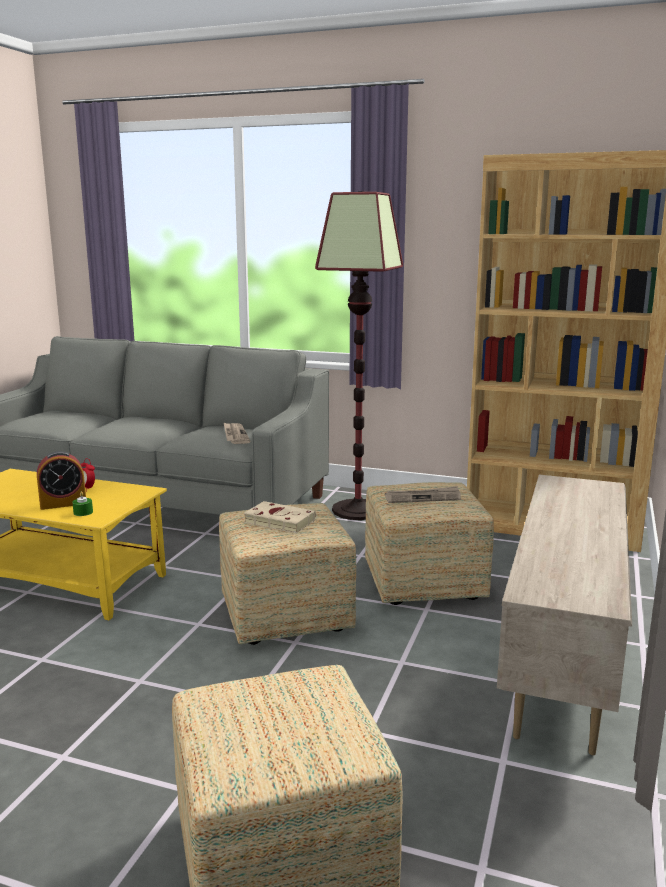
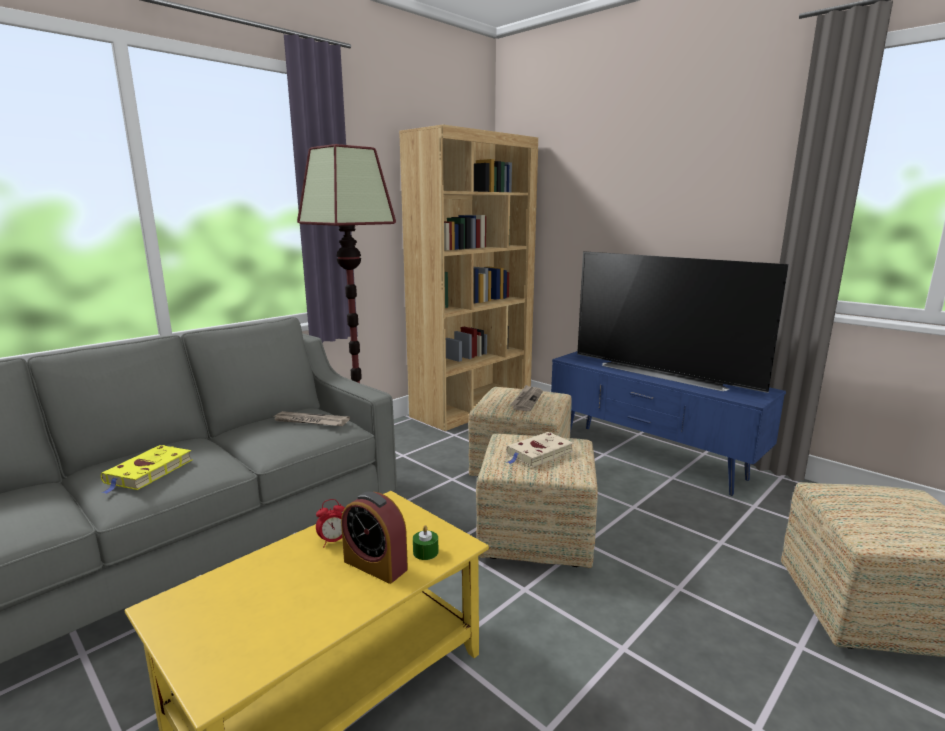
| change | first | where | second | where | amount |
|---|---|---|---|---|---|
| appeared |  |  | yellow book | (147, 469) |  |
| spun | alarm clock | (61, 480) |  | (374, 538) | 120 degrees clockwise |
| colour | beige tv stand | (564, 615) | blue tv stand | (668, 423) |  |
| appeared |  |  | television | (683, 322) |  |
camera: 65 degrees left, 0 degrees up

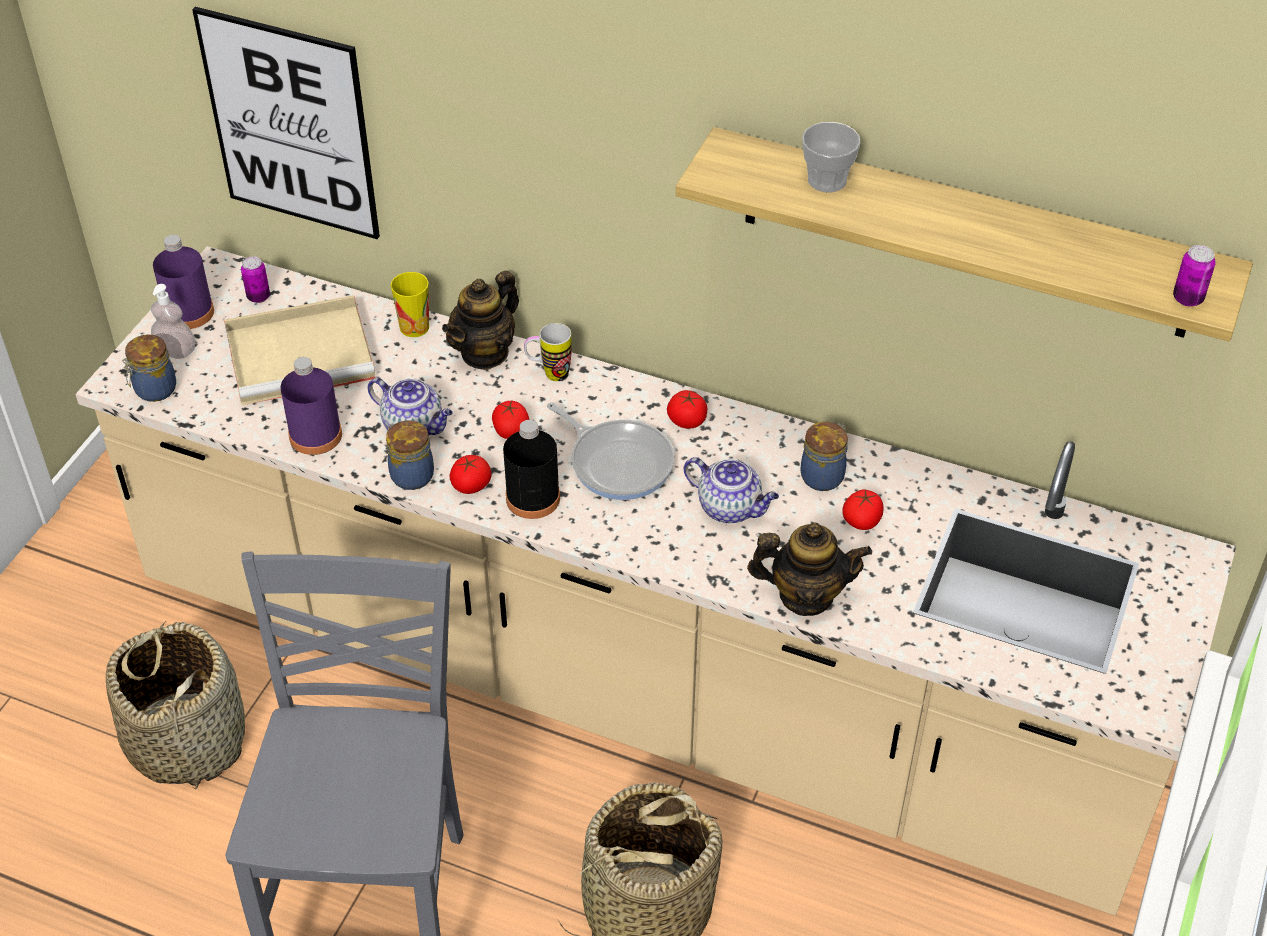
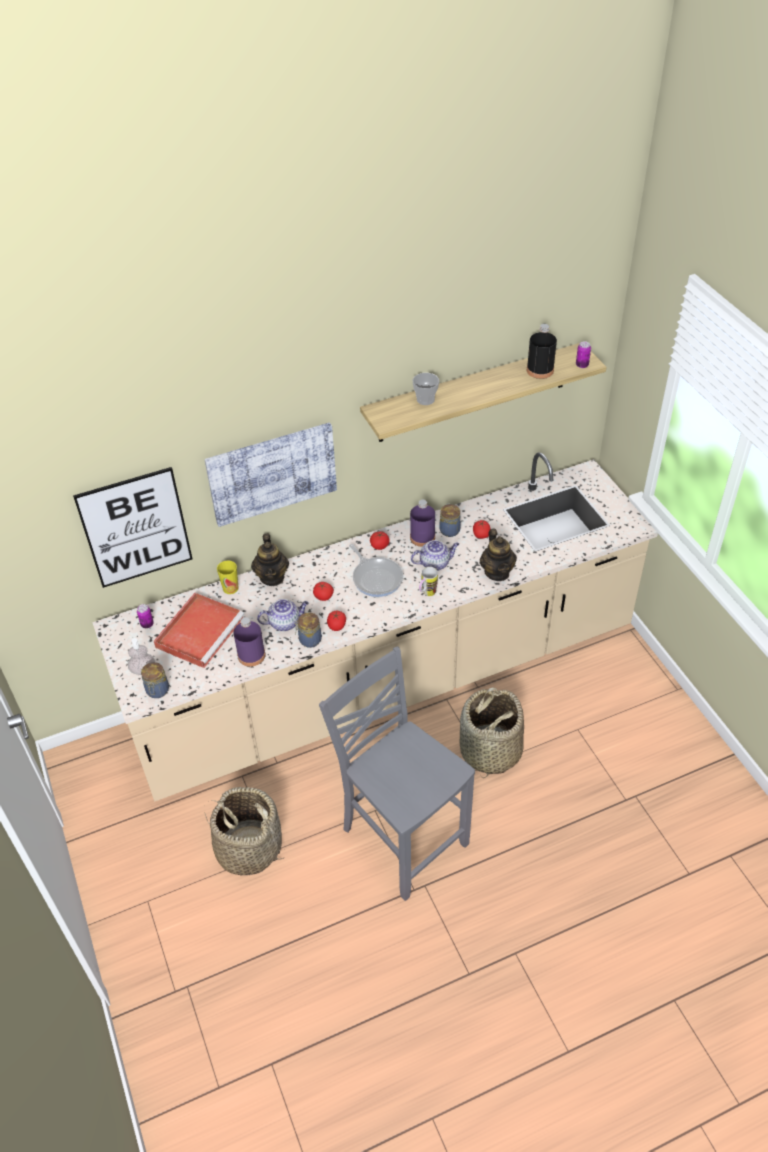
| change | first | where | second | where | amount |
|---|---|---|---|---|---|
| colour | beige tray | (300, 350) | red tray | (199, 630) |  |
| appeared |  |  | picture | (270, 474) |  |
| spun | frying pan | (611, 451) |  | (376, 570) | 60 degrees clockwise |
| relocated | purple bottle | (183, 282) |  | (422, 523) |  |
| relocated | mug | (548, 352) |  | (428, 581) |  |
| spun | teapot | (809, 569) |  | (498, 555) | 120 degrees clockwise |
| relocated | black bottle | (531, 469) |  | (542, 351) |  |
camera: 45 degrees left, 0 degrees up

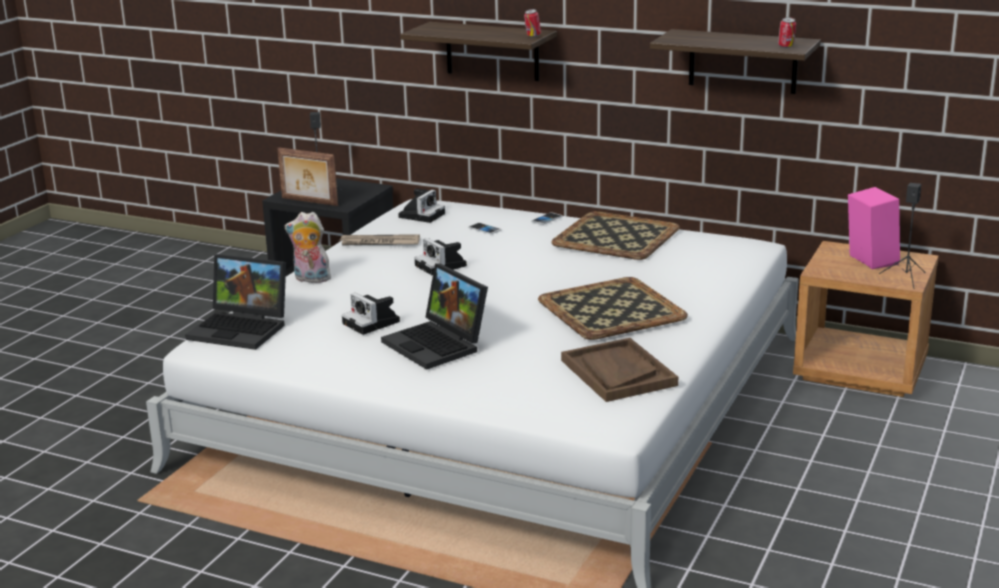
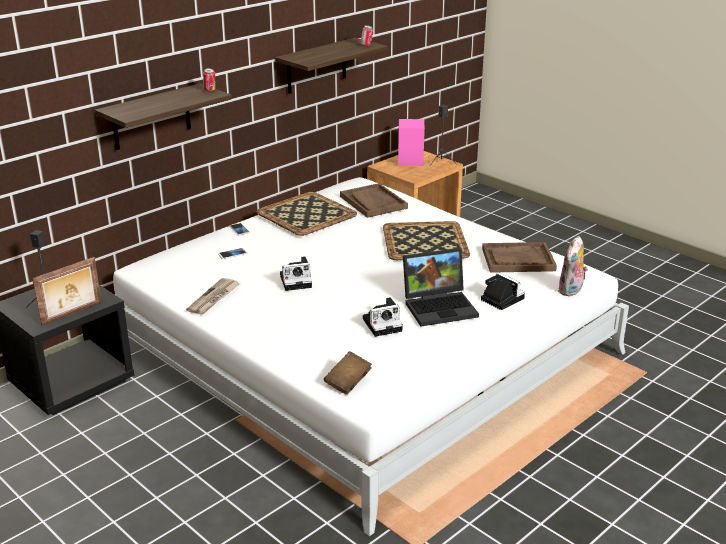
| change | first | where | second | where | amount |
|---|---|---|---|---|---|
| exchanged | laptop | (235, 302) | brown book | (348, 373) |  |
| appeared |  |  | brown tray | (374, 200) |  |
| relocated | photo camera | (421, 206) |  | (503, 291) |  |
| relocated | plush toy | (309, 247) |  | (573, 266) |  |
camera: 70 degrees left, 5 degrees up

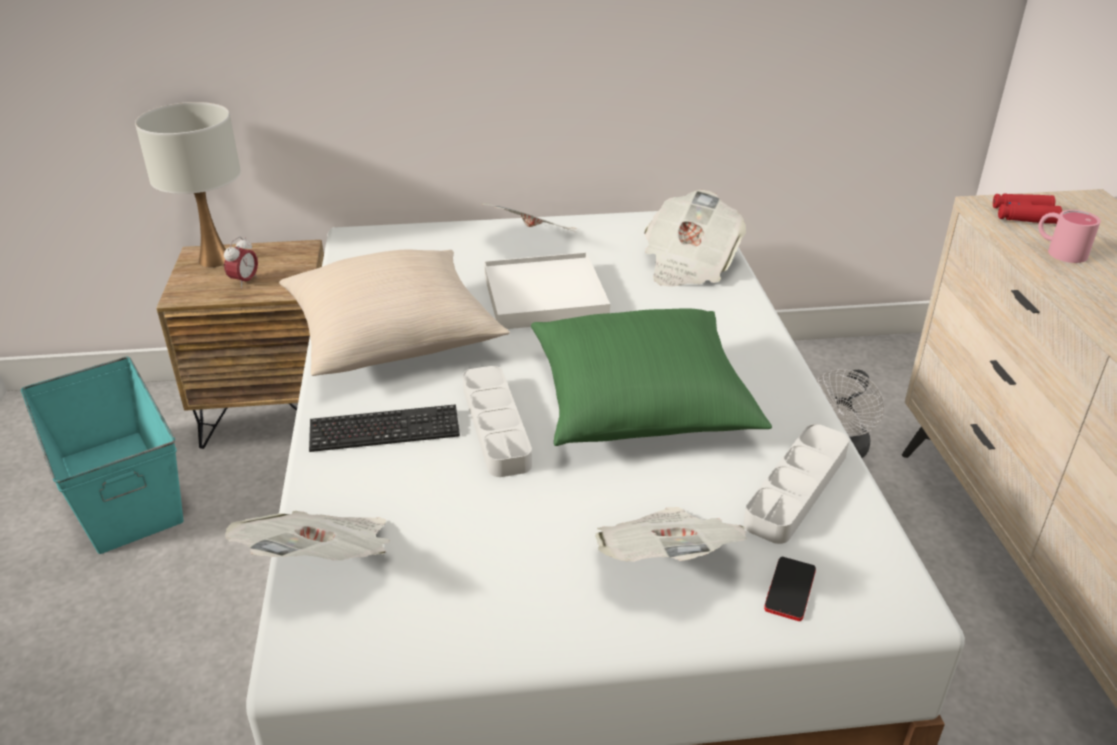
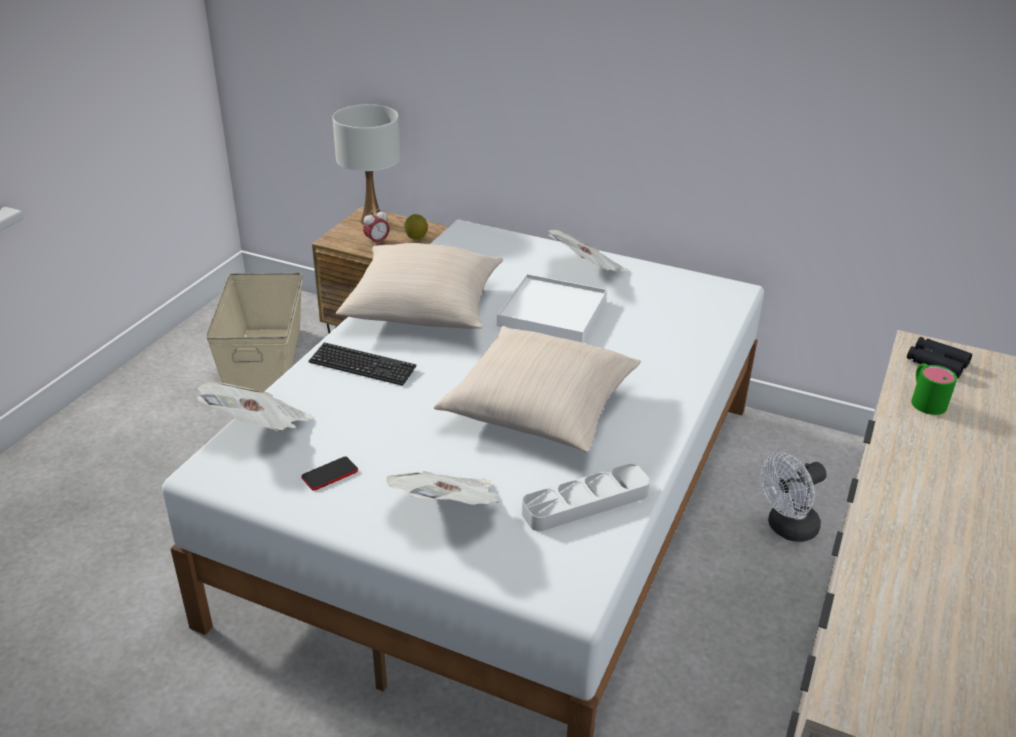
| change | first | where | second | where | amount |
|---|---|---|---|---|---|
| colour | turquoise storage box | (102, 455) | beige storage box | (254, 333) |  |
| relocated | phone | (790, 589) |  | (329, 474) |  |
| appeared |  |  | apple | (416, 226) |  |
| colour | green pillow | (651, 377) | beige pillow | (537, 389) |  |
| colour | red binoculars | (1027, 209) | black binoculars | (939, 358) |  |
| colour | pink mug | (1069, 236) | green mug | (934, 389) |  |
| missing | grey tray | (497, 421) |  |  |  |
| missing | newspaper | (695, 238) |  |  |  |
camera: 30 degrees right, 0 degrees up

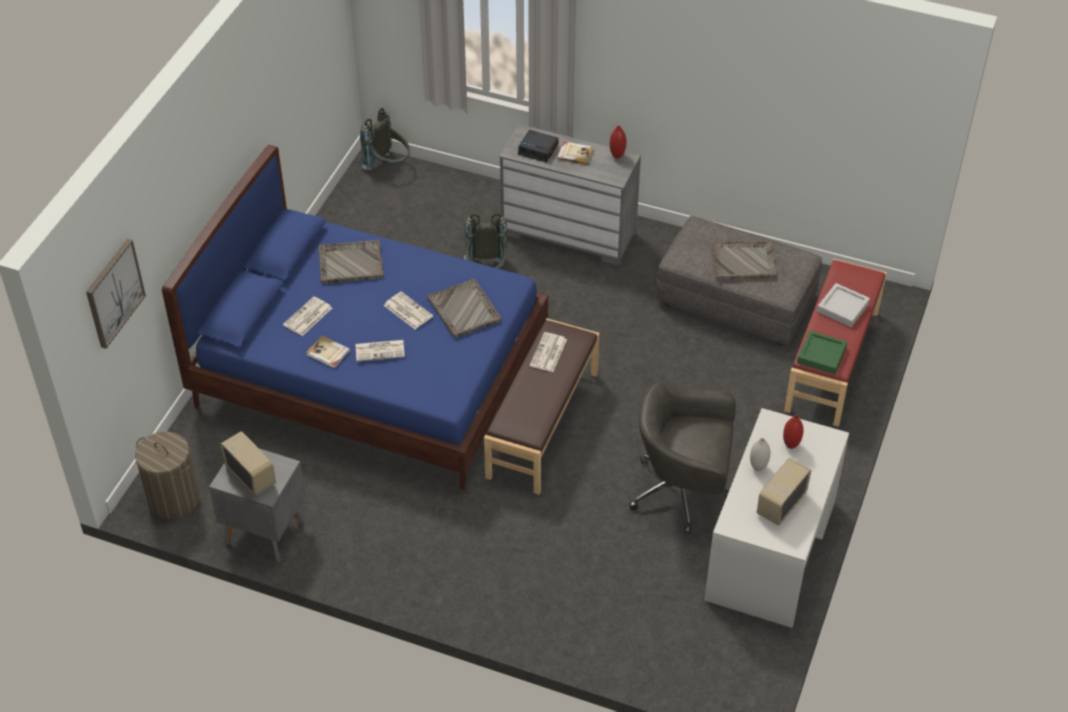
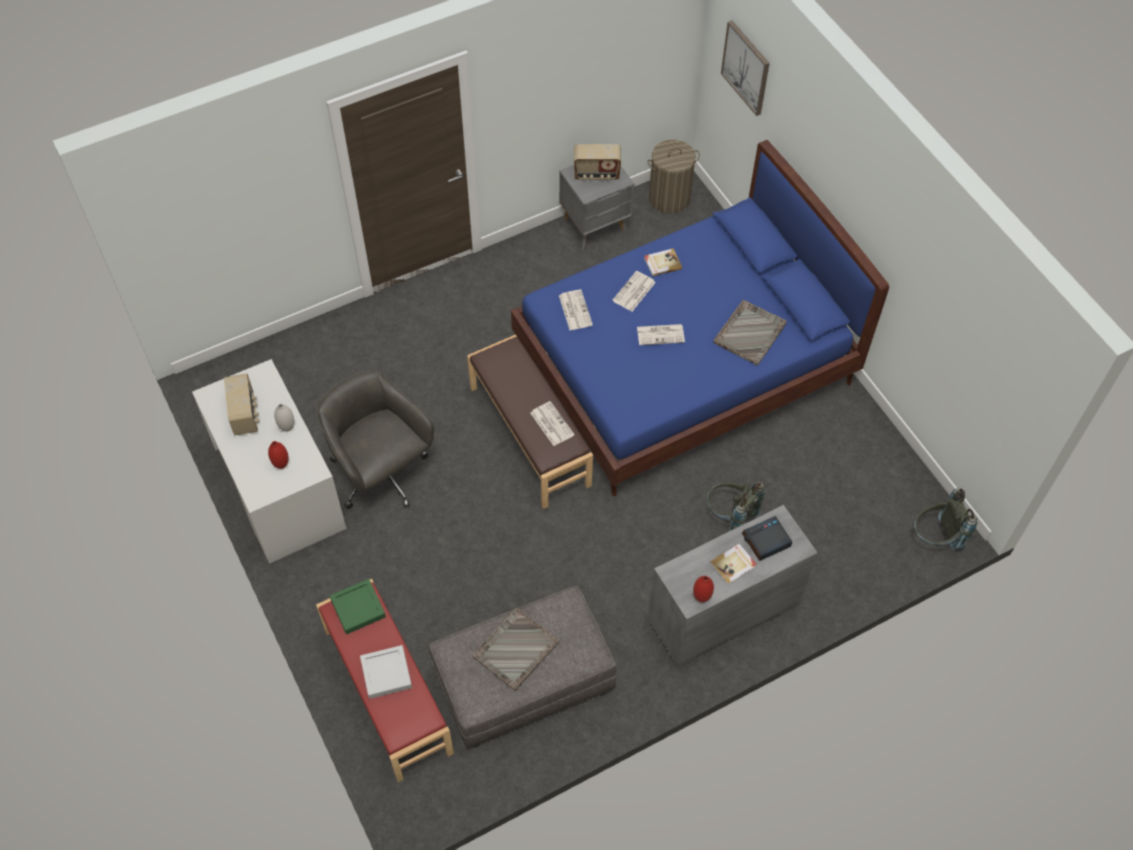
| change | first | where | second | where | amount |
|---|---|---|---|---|---|
| spun | grey office chair | (682, 458) |  | (375, 439) | 90 degrees counterclockwise |
| relocated | newspaper | (307, 316) |  | (576, 310) |  |
| missing | grey tray | (464, 308) |  |  |  |
camera: 130 degrees right, 10 degrees up

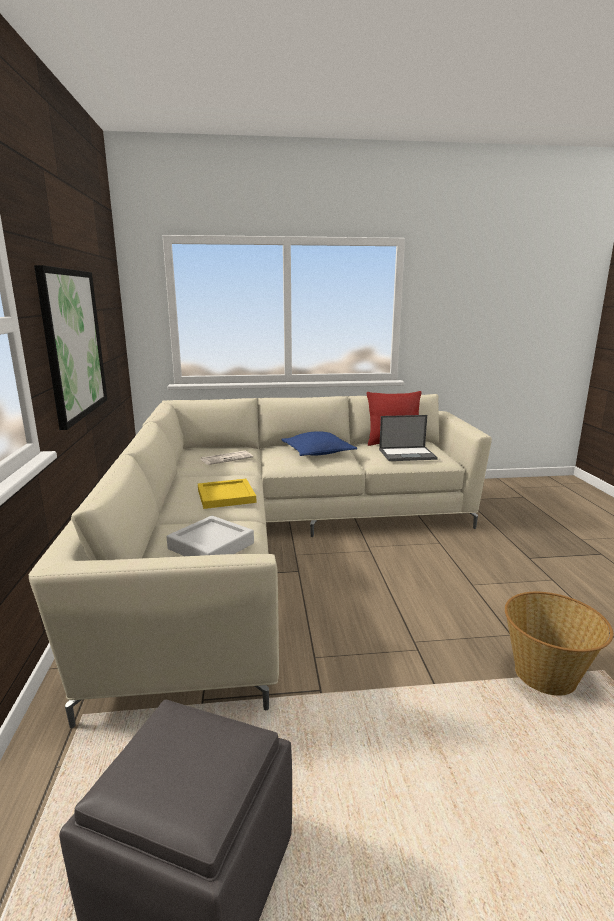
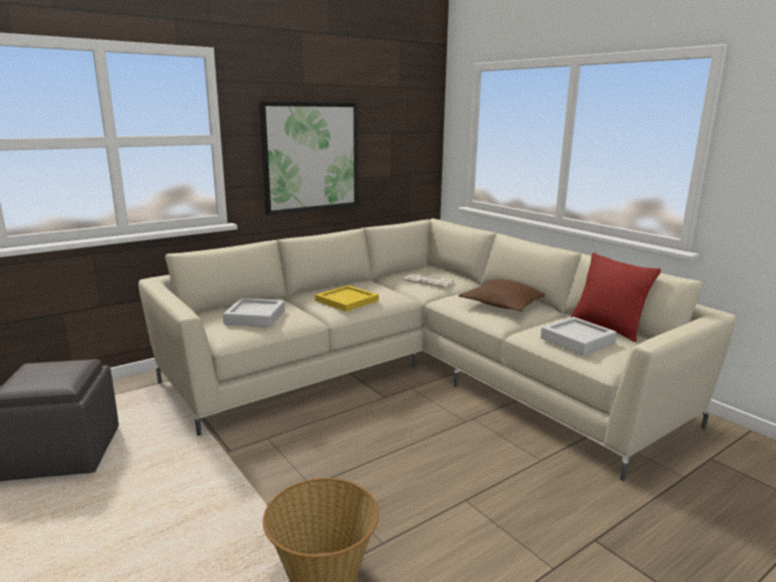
| change | first | where | second | where | amount |
|---|---|---|---|---|---|
| colour | blue pillow | (319, 443) | brown pillow | (502, 296) |  |
| exchanged | laptop | (408, 438) | grey tray | (579, 336) |  |
camera: 60 degrees right, 0 degrees up

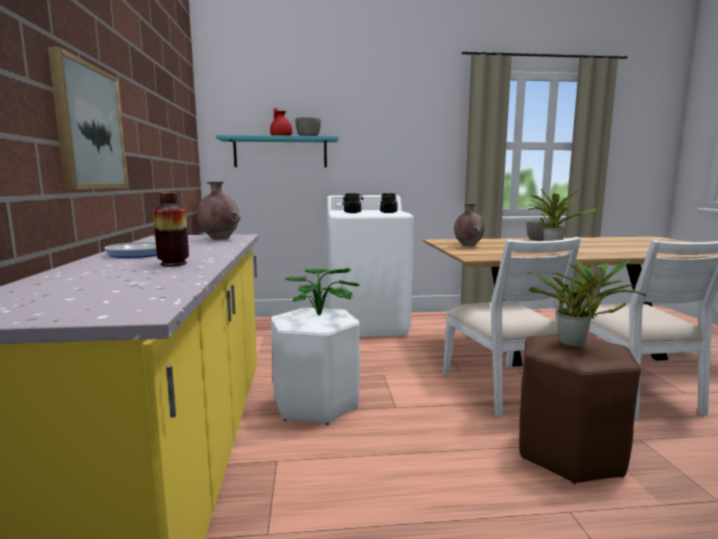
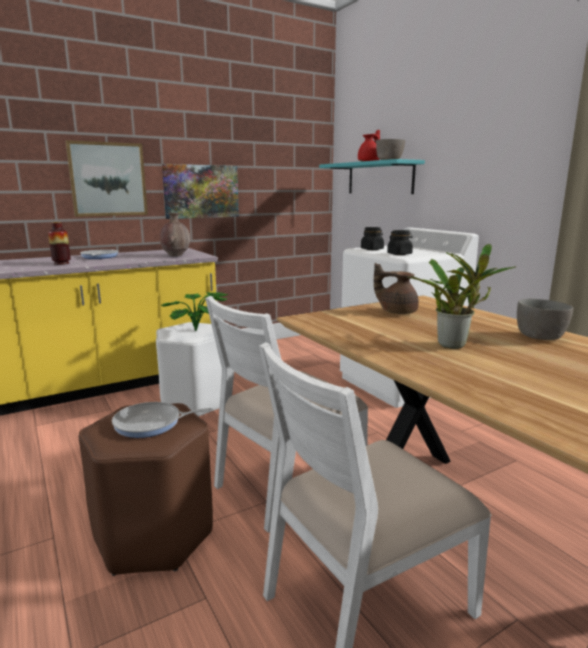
| change | first | where | second | where | amount |
|---|---|---|---|---|---|
| exchanged | potted plant | (586, 304) | frying pan | (162, 420) |  |
| appeared |  |  | picture | (200, 191) |  |
| exchanged | brown vase | (469, 224) | brown teapot | (396, 288) |  |
camera: 65 degrees right, 5 degrees up

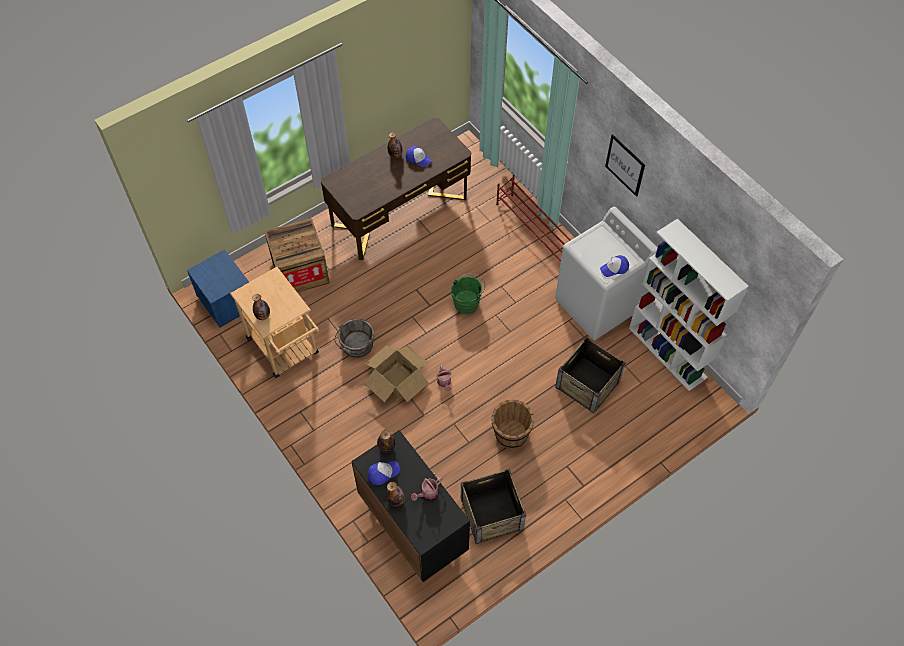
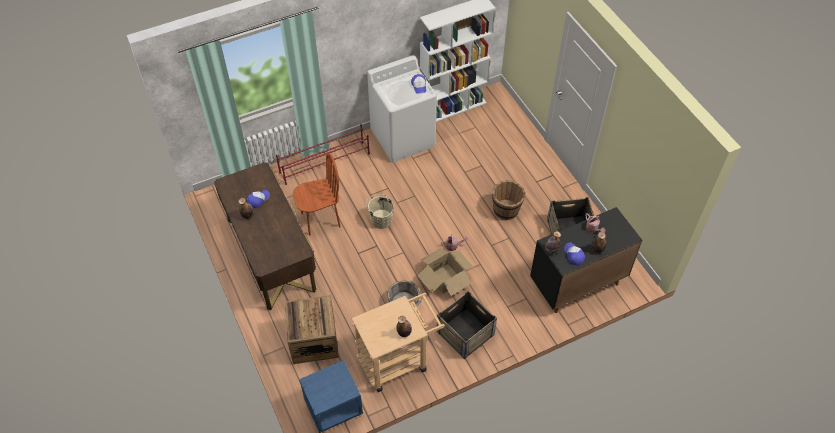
| change | first | where | second | where | amount |
|---|---|---|---|---|---|
| appeared |  |  | brown chair | (316, 194) |  |
| colour | green bucket | (468, 293) | beige bucket | (380, 211) |  |
| relocated | crate | (590, 375) |  | (467, 325) |  |
| missing | picture | (625, 165) |  |  |  |
camera: 80 degrees left, 5 degrees down

